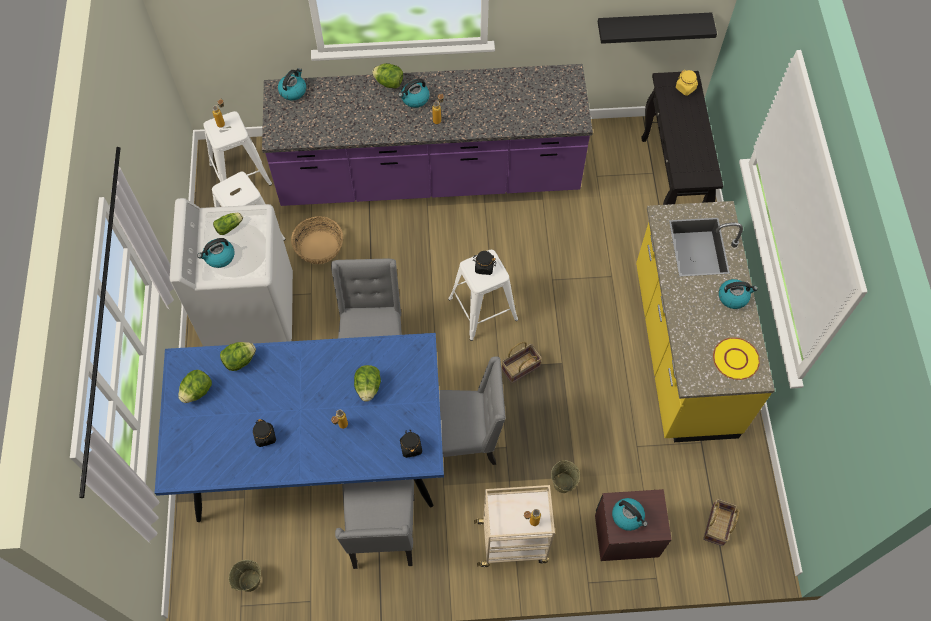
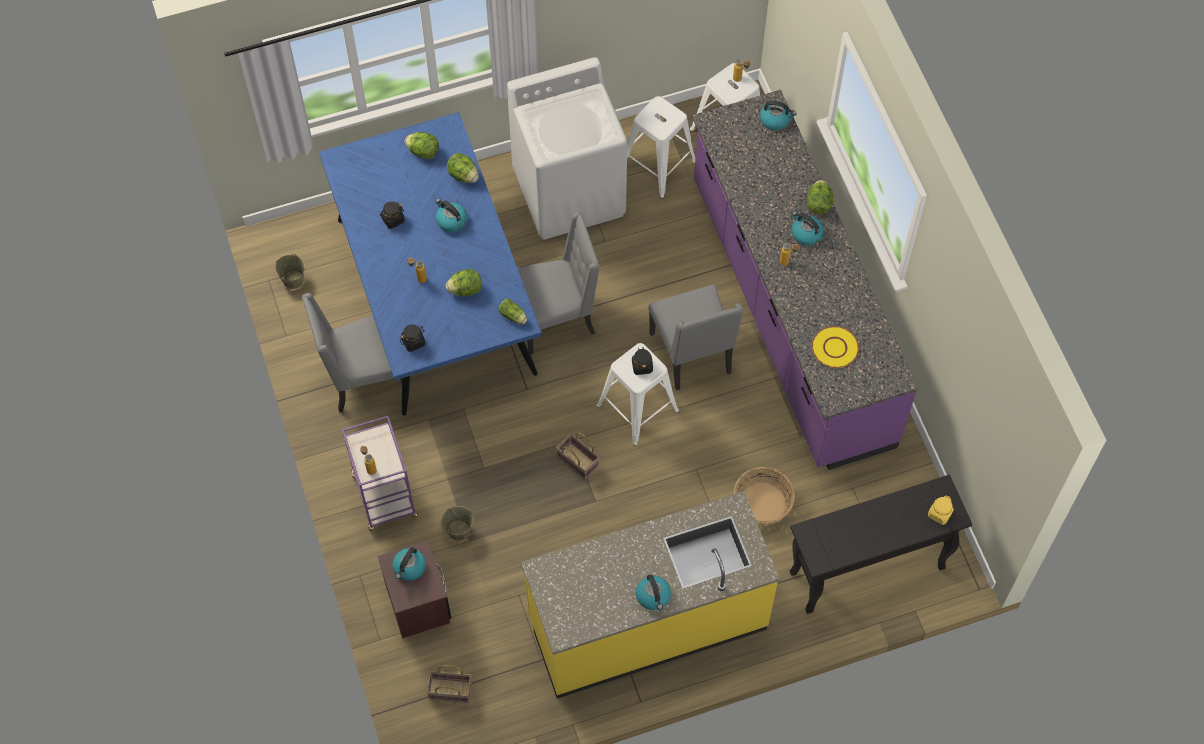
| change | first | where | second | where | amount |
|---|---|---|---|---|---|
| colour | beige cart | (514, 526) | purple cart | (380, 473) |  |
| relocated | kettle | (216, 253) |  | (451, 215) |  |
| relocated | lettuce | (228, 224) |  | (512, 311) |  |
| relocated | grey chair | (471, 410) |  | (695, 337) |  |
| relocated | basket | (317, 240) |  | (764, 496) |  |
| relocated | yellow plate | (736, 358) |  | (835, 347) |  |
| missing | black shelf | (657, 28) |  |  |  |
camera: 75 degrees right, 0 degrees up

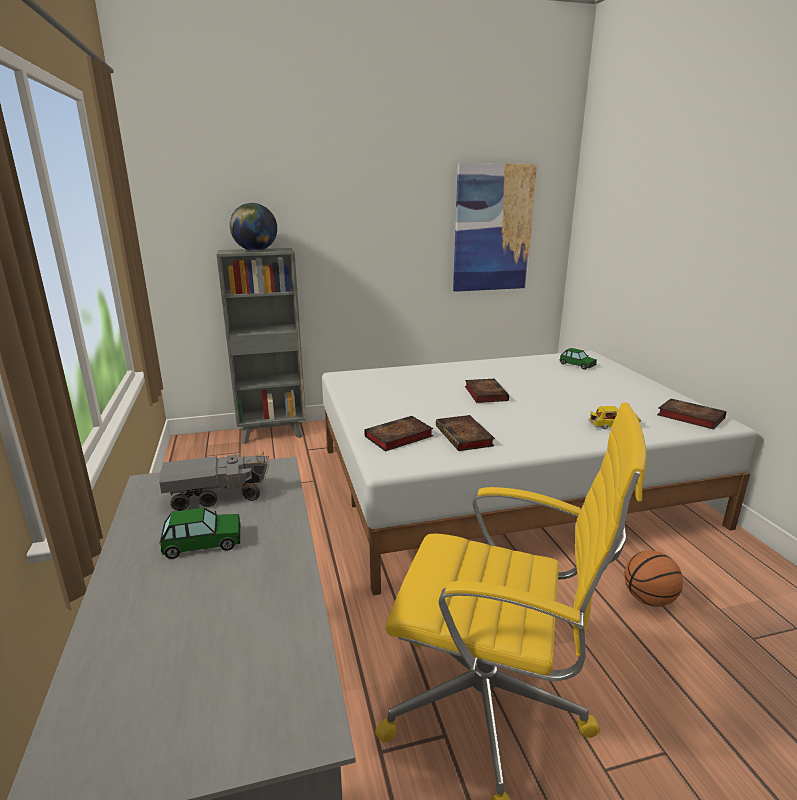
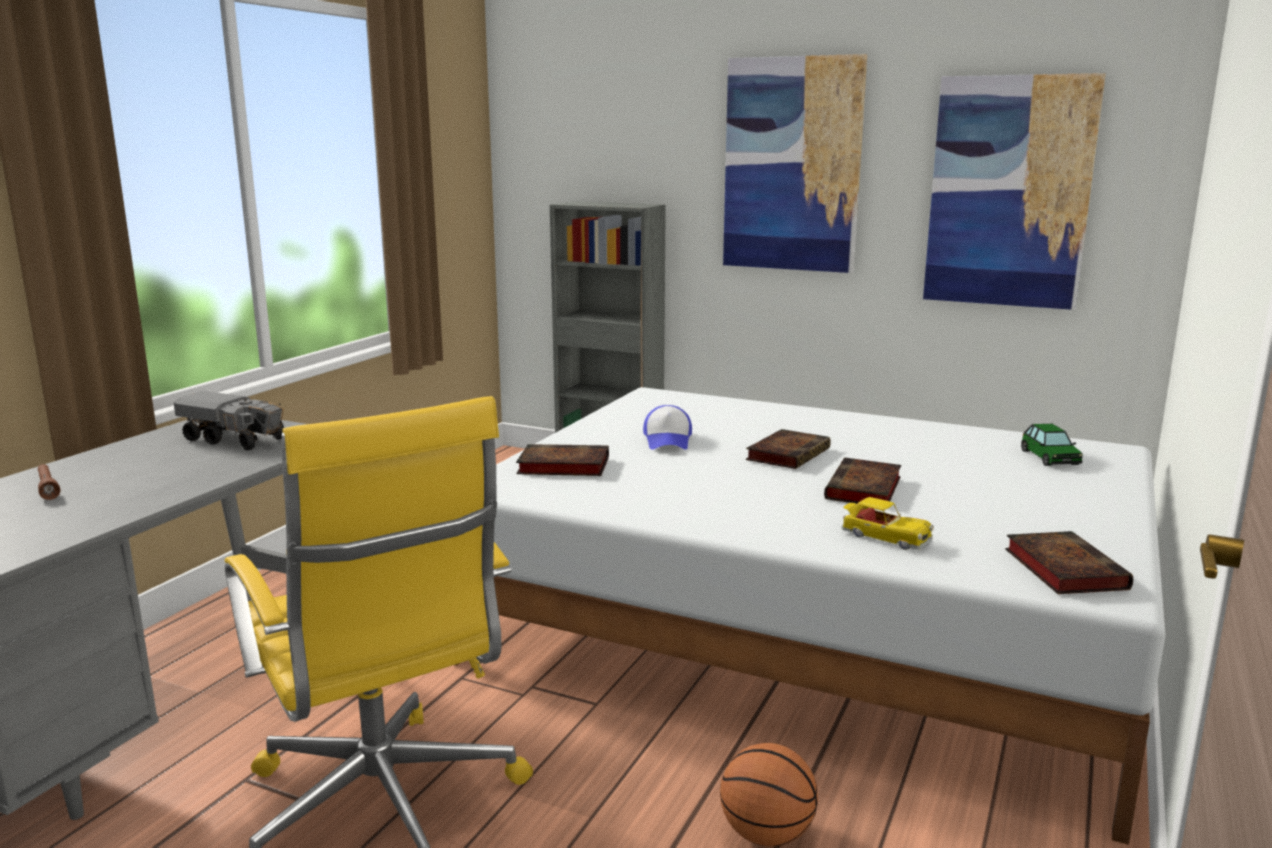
| change | first | where | second | where | amount |
|---|---|---|---|---|---|
| appeared |  |  | brown flashlight | (49, 482) |  |
| appeared |  |  | cap | (667, 427) |  |
| appeared |  |  | picture | (795, 163) |  |
| relocated | book | (465, 433) |  | (862, 480) |  |
| missing | toy car | (199, 533) |  |  |  |
| missing | globe | (253, 227) |  |  |  |
camera: 40 degrees right, 5 degrees down

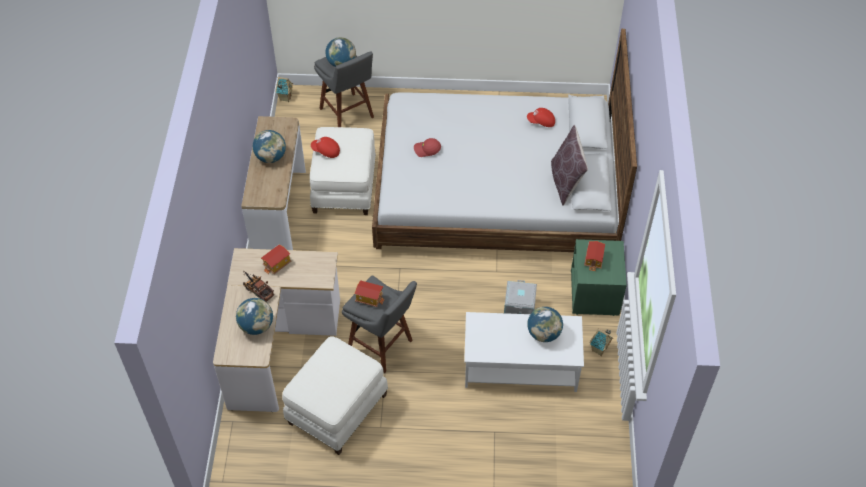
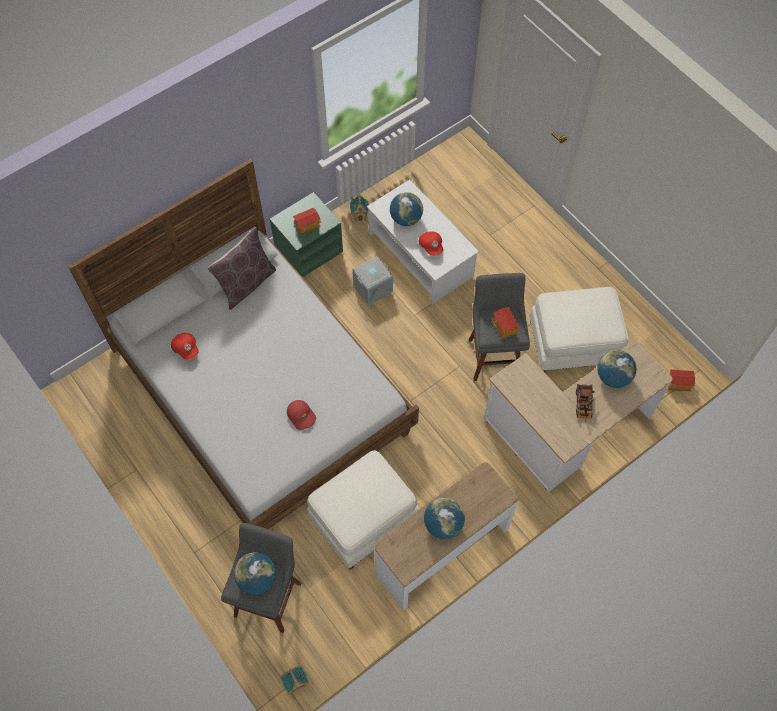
| change | first | where | second | where | amount |
|---|---|---|---|---|---|
| relocated | red cap | (325, 147) |  | (430, 244) |  |
| relocated | toy house | (276, 259) |  | (681, 380) |  |
camera: 130 degrees left, 10 degrees up

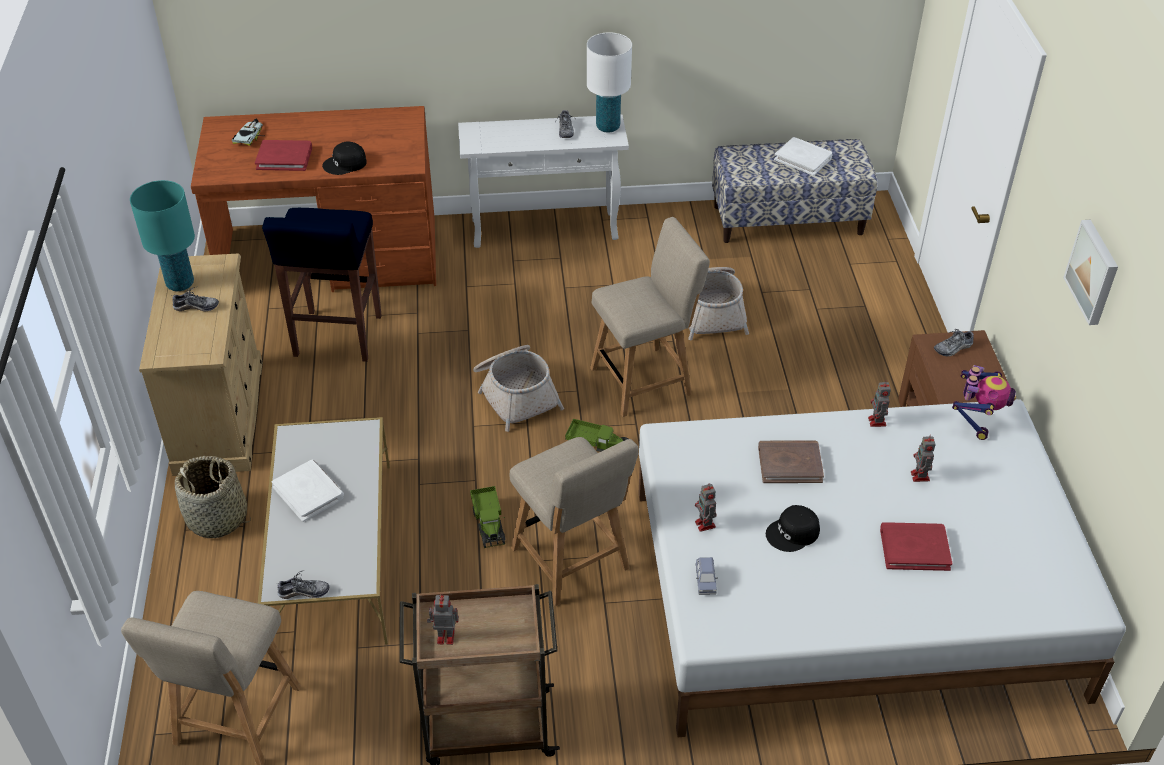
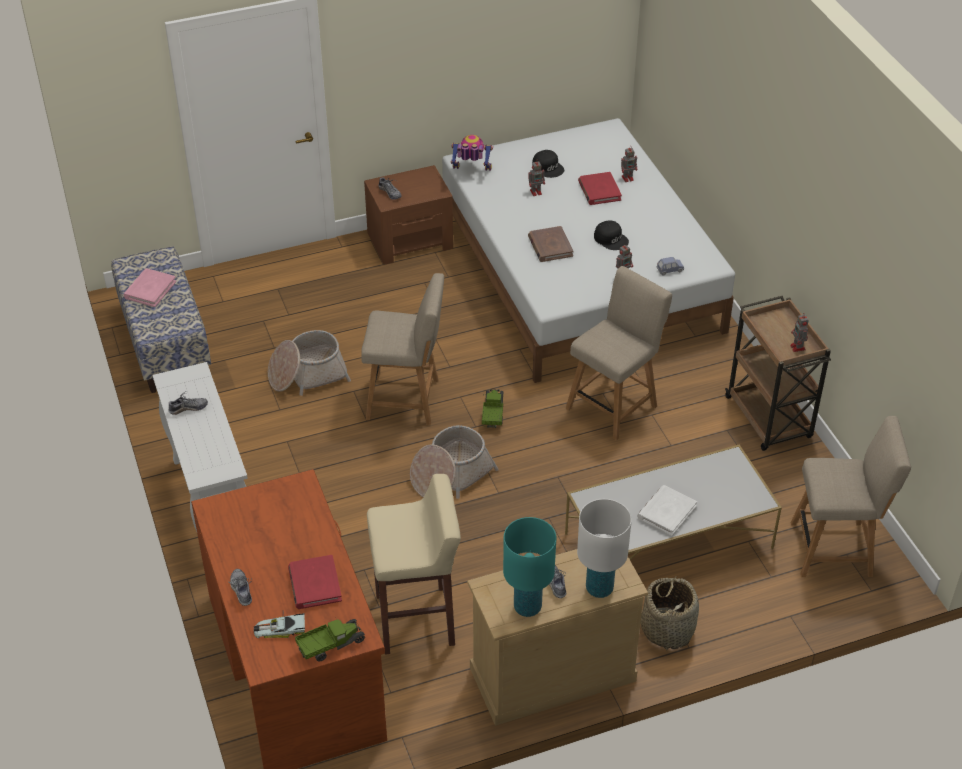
| change | first | where | second | where | amount |
|---|---|---|---|---|---|
| colour | white book | (803, 156) | pink book | (150, 288) |  |
| relocated | shoe | (303, 584) |  | (240, 587) |  |
| relocated | toy truck | (487, 517) |  | (330, 640) |  |
| spun | beige chair | (650, 317) |  | (402, 349) | 135 degrees clockwise |
| colour | blue stool | (322, 285) | beige stool | (414, 564) |  |
| relocated | black cap | (344, 158) |  | (548, 164) |  |
| relocated | white table lamp | (609, 83) |  | (604, 548) |  |
| relocated | toy robot | (879, 403) |  | (629, 164) |  |
| missing | picture | (1090, 272) |  |  |  |
camera: 105 degrees left, 0 degrees up

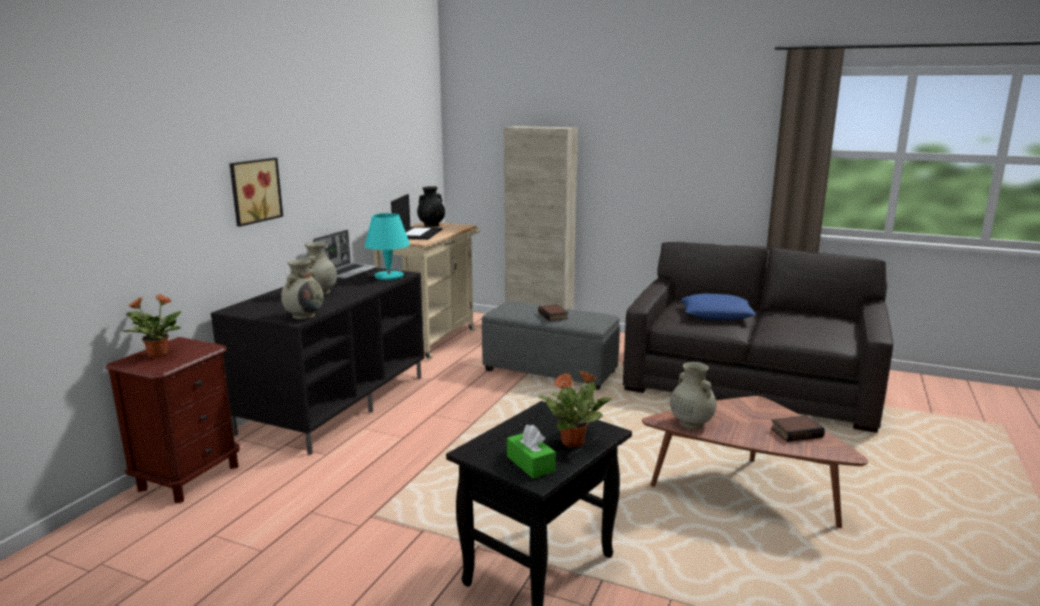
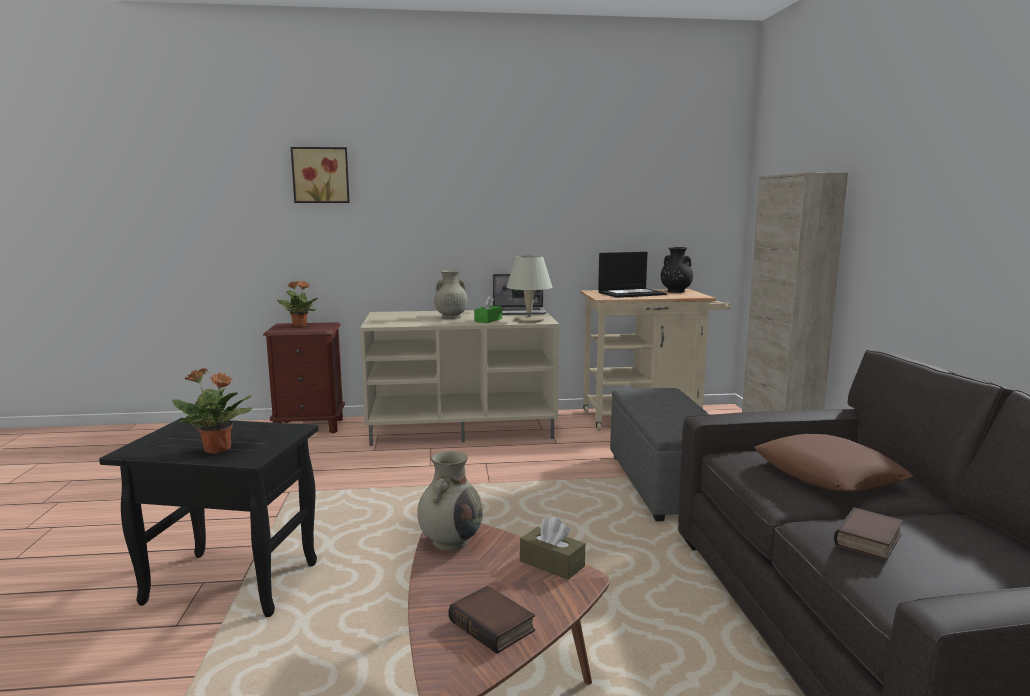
| change | first | where | second | where | amount |
|---|---|---|---|---|---|
| relocated | picture | (256, 192) |  | (320, 175) |  |
| colour | black tv stand | (317, 361) | beige tv stand | (459, 378) |  |
| relocated | green tissue box | (531, 451) |  | (488, 309) |  |
| colour | turquoise table lamp | (387, 246) | beige table lamp | (529, 289) |  |
| appeared |  |  | brown tissue box | (552, 548) |  |
| colour | blue pillow | (718, 306) | brown pillow | (833, 463) |  |
| relocated | book | (553, 312) |  | (868, 533) |  |
| missing | beige vase | (302, 289) |  |  |  |
camera: 60 degrees right, 5 degrees down

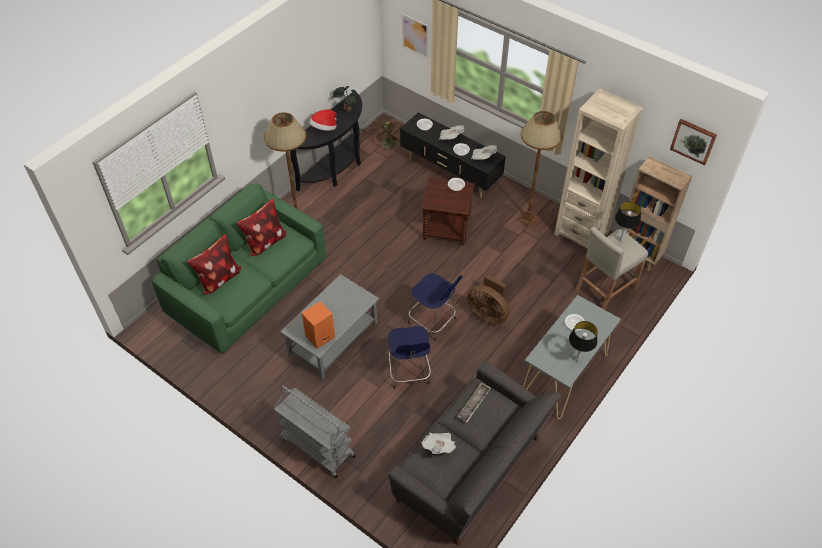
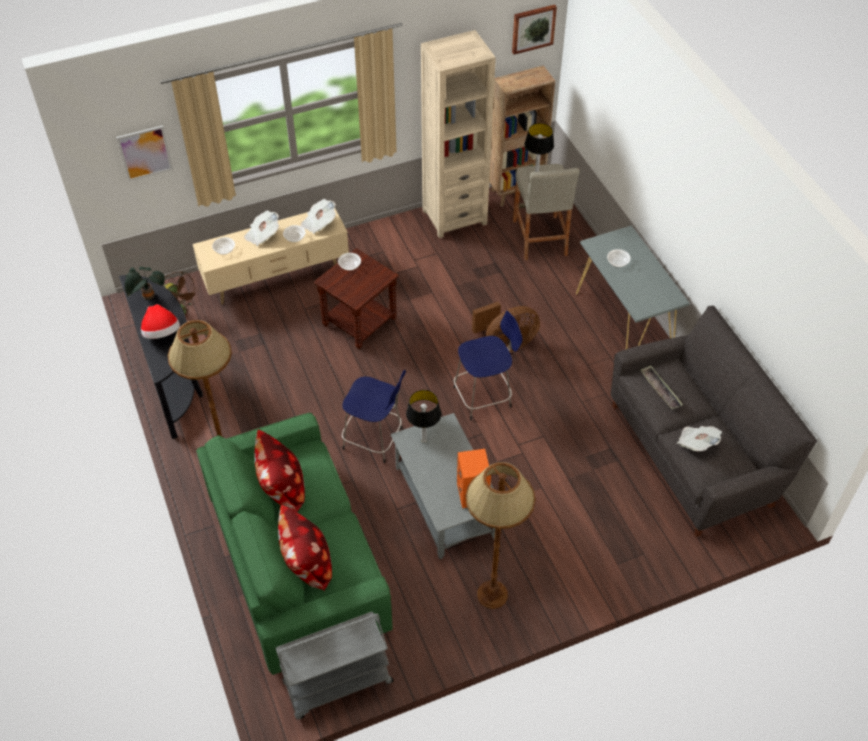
| change | first | where | second | where | amount |
|---|---|---|---|---|---|
| colour | black tv stand | (453, 155) | beige tv stand | (271, 257) |  |
| relocated | grey cart | (315, 432) |  | (334, 666) |  |
| relocated | blue stool | (409, 357) |  | (374, 416) |  |
| relocated | table lamp | (583, 341) |  | (423, 416) |  |
| relocated | brown floor lamp | (541, 168) |  | (500, 535) |  |
camera: 60 degrees left, 0 degrees up

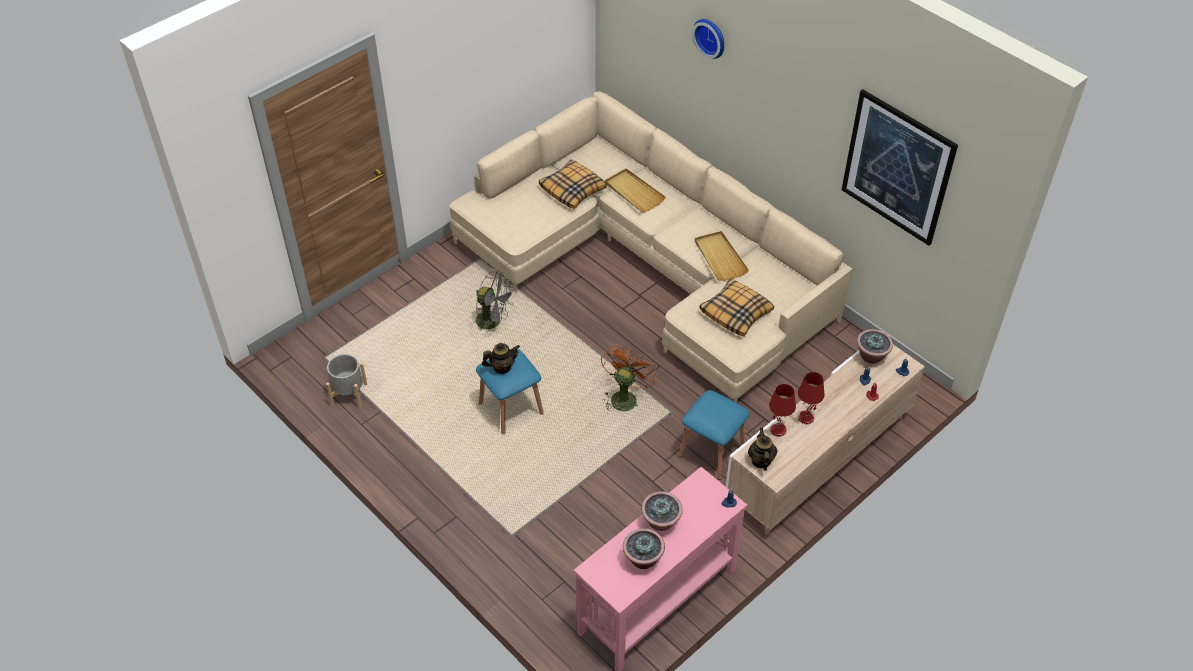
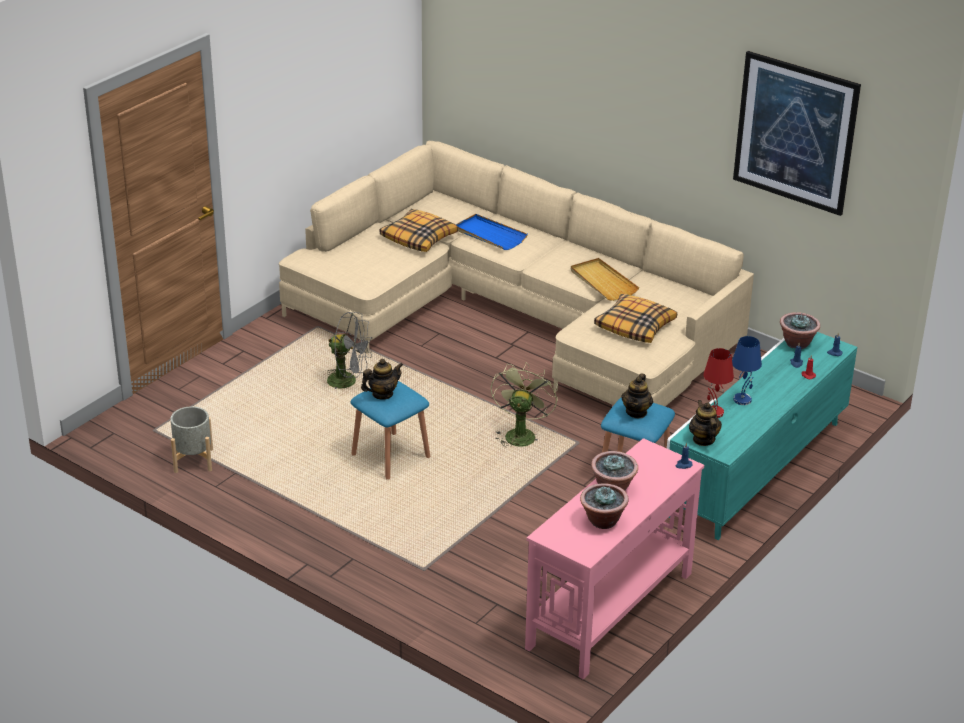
| change | first | where | second | where | amount |
|---|---|---|---|---|---|
| colour | beige tray | (635, 191) | blue tray | (492, 232) |  |
| colour | orange fan | (629, 377) | green fan | (524, 405) |  |
| appeared |  |  | teapot | (637, 396) |  |
| colour | beige tv stand | (825, 440) | turquoise tv stand | (762, 436) |  |
| colour | red table lamp | (811, 398) | blue table lamp | (747, 370) |  |
| missing | wall clock | (708, 39) |  |  |  |
camera: 10 degrees left, 15 degrees down

